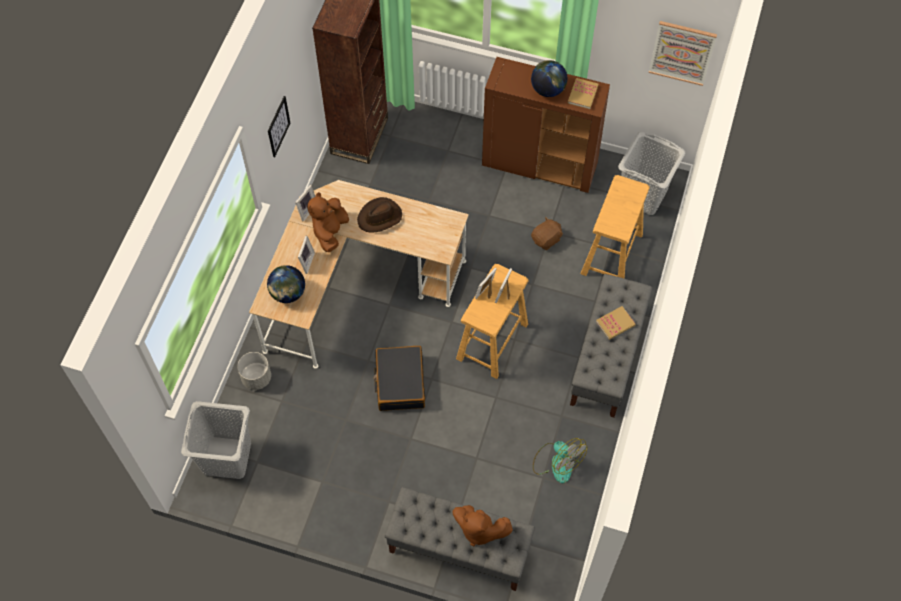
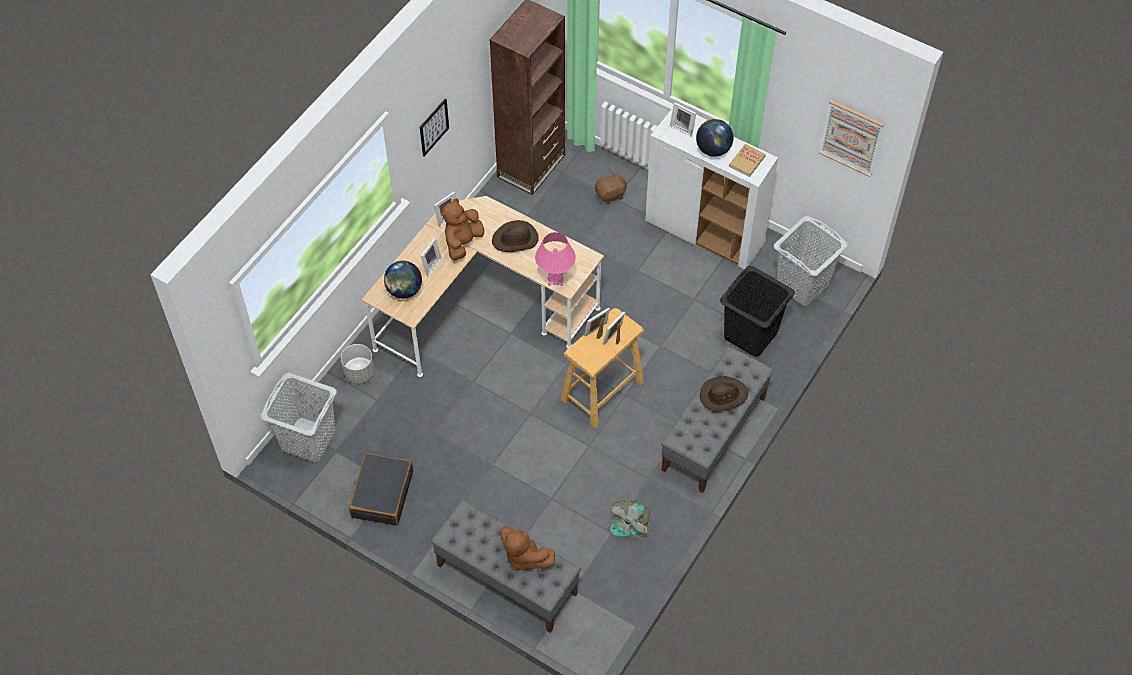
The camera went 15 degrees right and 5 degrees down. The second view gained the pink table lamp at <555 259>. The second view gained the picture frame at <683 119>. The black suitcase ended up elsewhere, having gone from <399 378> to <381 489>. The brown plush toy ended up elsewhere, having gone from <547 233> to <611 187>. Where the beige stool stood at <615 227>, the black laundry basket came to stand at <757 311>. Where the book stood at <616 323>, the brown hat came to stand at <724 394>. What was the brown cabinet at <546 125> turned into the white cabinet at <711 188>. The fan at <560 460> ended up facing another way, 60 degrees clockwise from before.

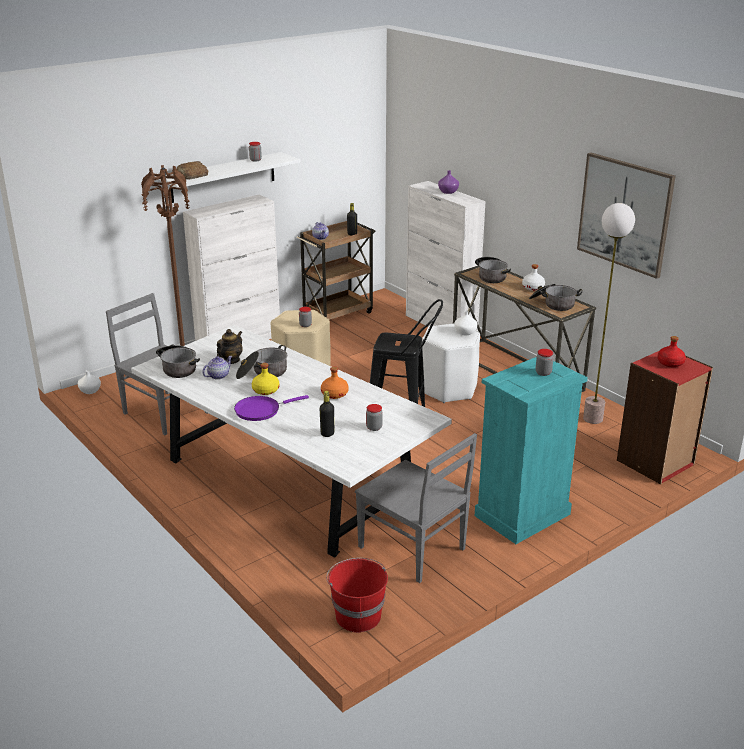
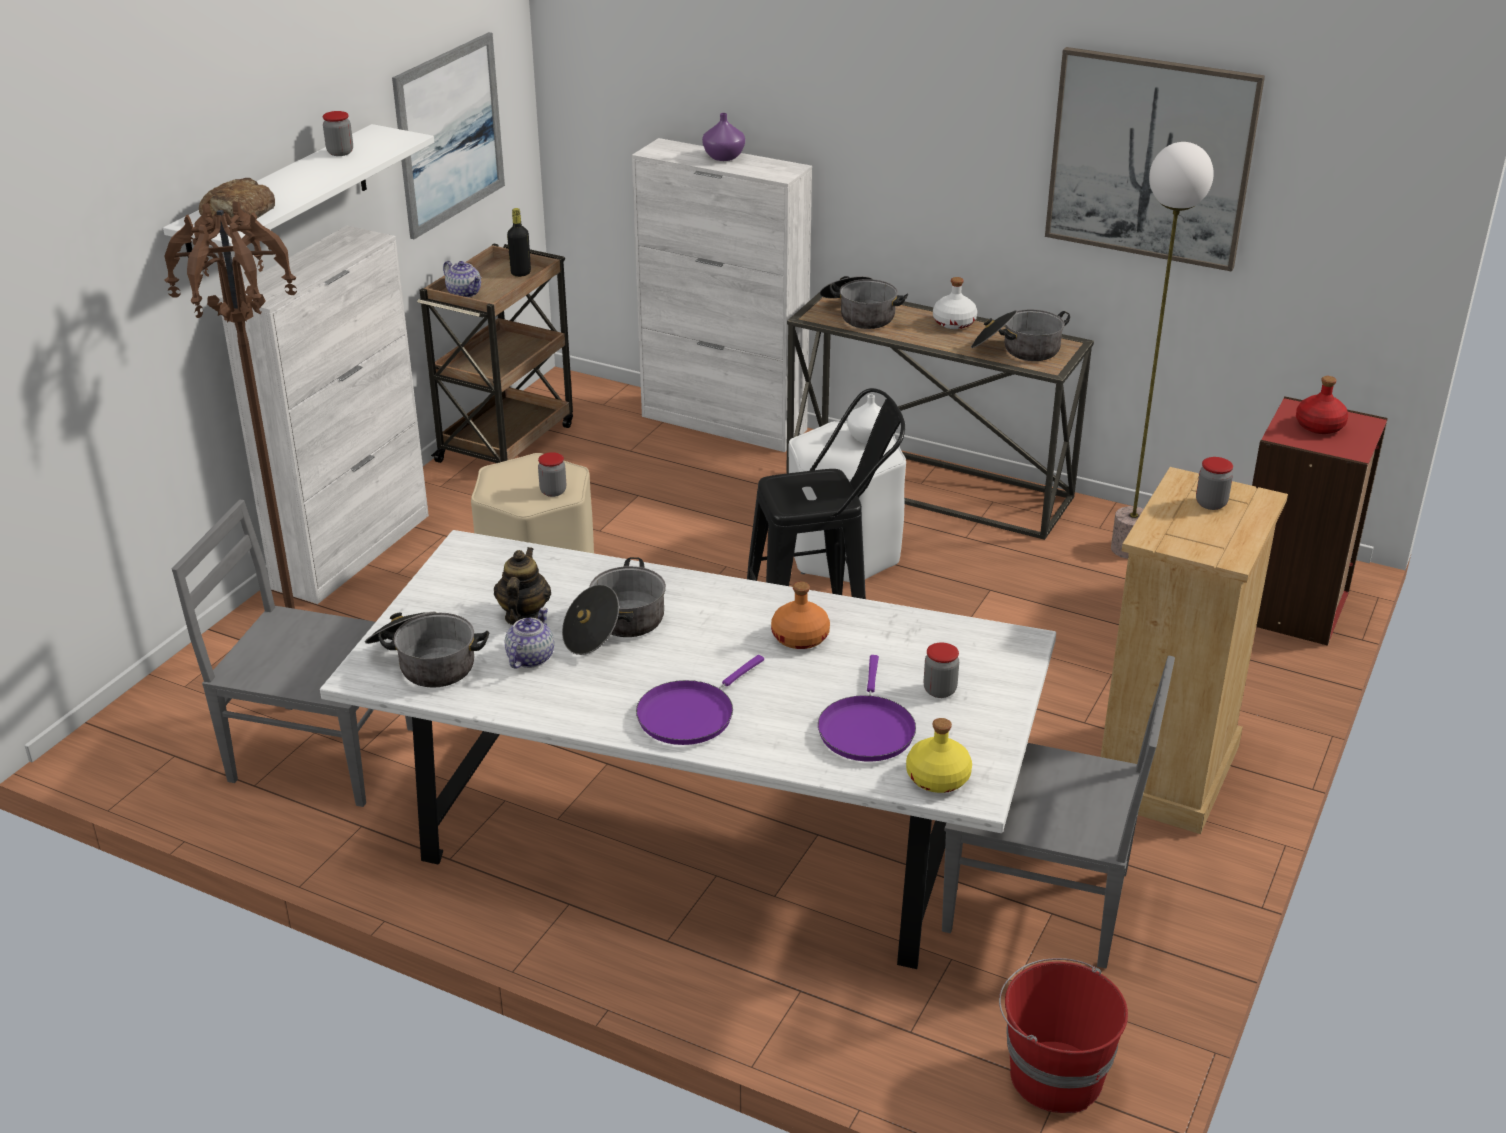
The camera went 25 degrees left and 5 degrees up. The second view lost the white vase at <89 382>. The second view gained the picture at <448 135>. The yellow bottle ended up elsewhere, having gone from <265 379> to <939 755>. Where the black bottle stood at <327 414>, the purple frying pan came to stand at <867 708>. What was the turquoise dresser at <531 450> turned into the beige dresser at <1194 650>.

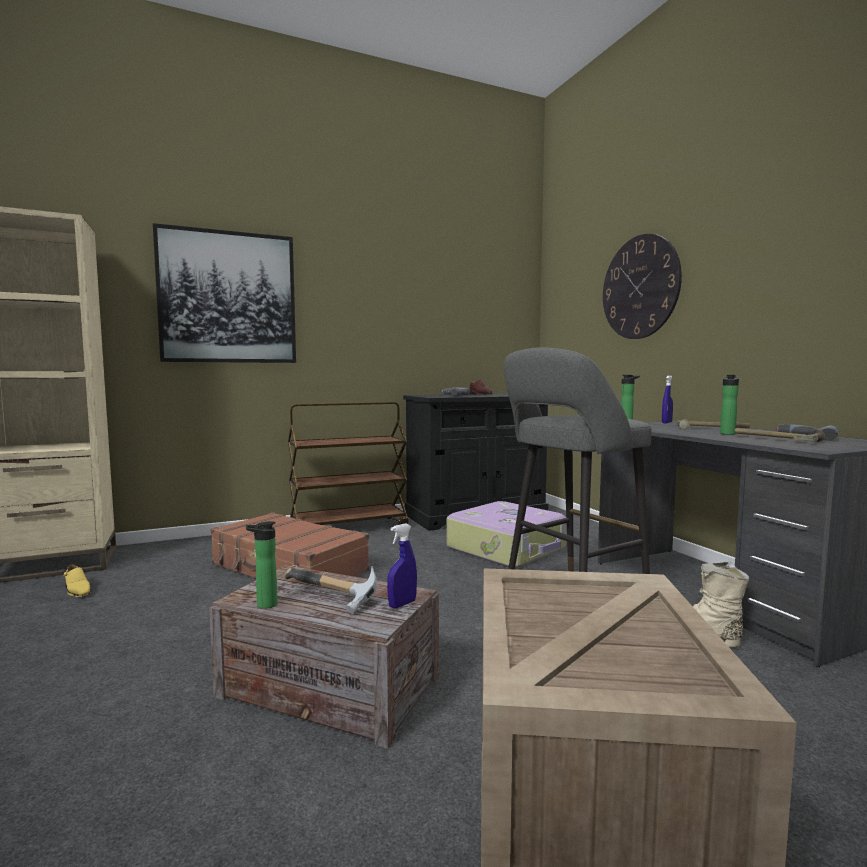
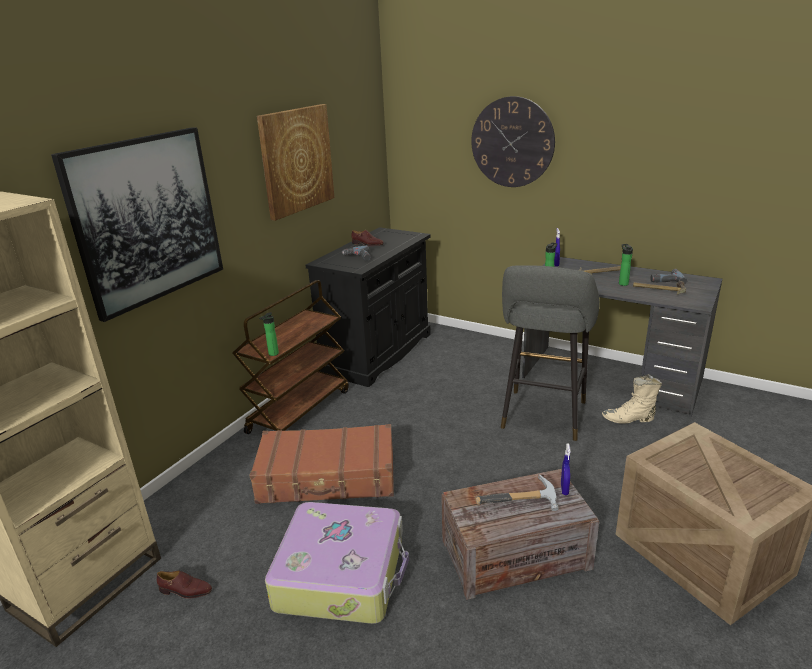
The camera went 35 degrees left and 20 degrees up. The second view gained the picture at <296 162>. The bottle ended up elsewhere, having gone from <261 565> to <269 334>. The suitcase ended up elsewhere, having gone from <507 534> to <337 563>. What was the yellow shoe at <77 580> turned into the brown shoe at <184 584>.

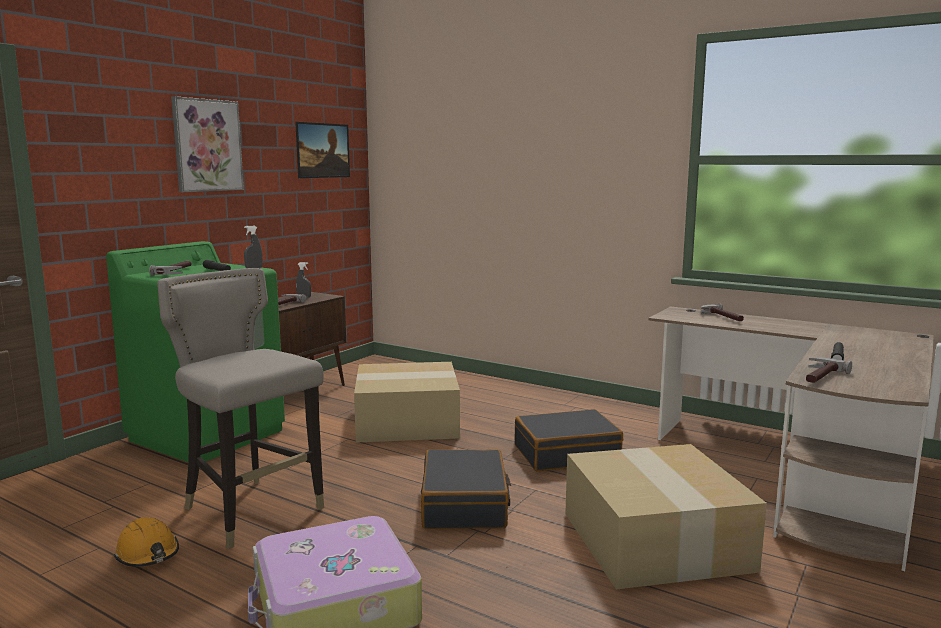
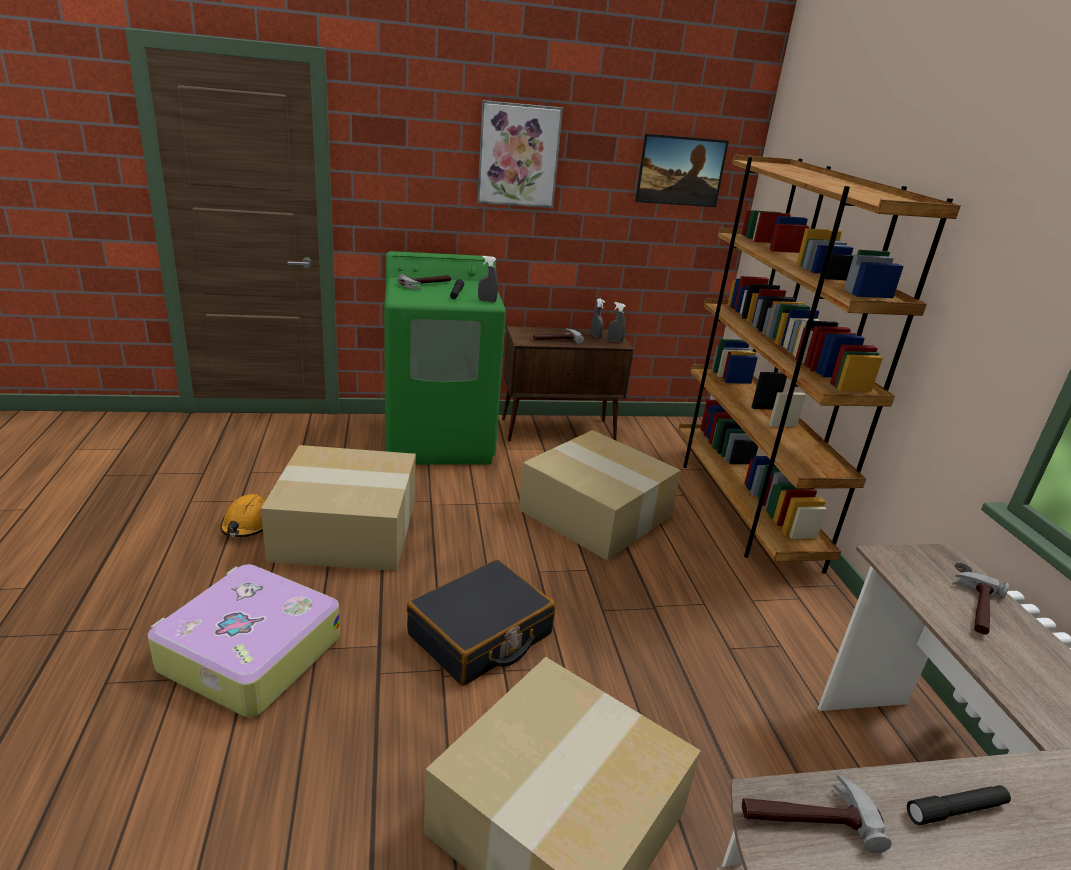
The camera went 45 degrees right and 15 degrees up. The second view lost the black suitcase at <568 440>. The second view gained the grey spray bottle at <617 322>. The second view gained the brown bookcase at <819 364>. Where the grey stool stood at <240 408>, the cardboard box came to stand at <338 508>.

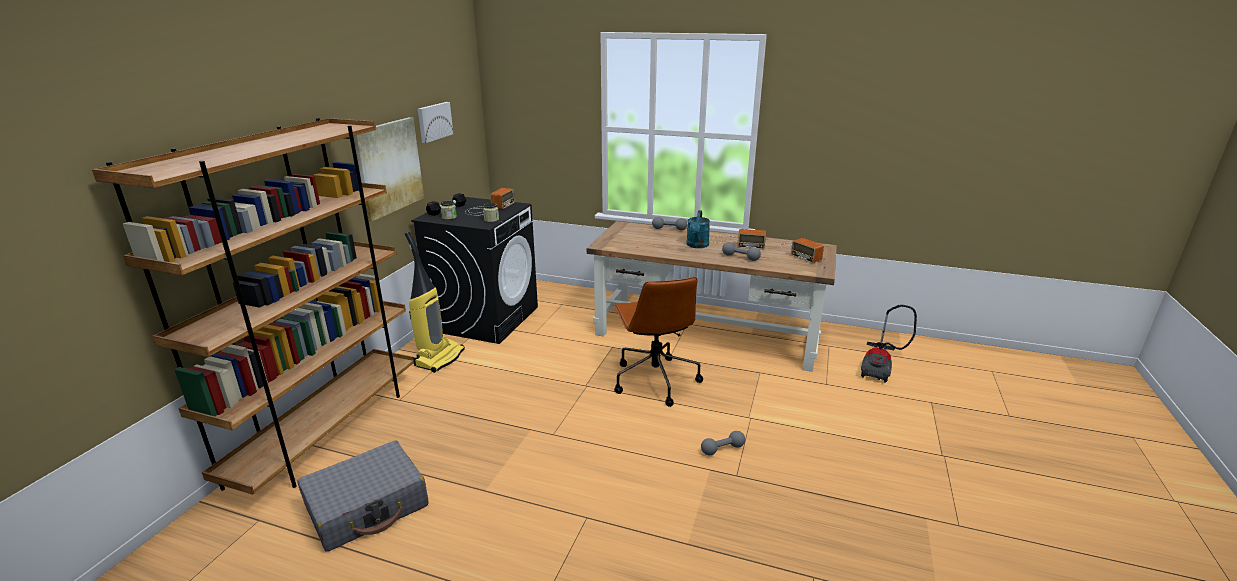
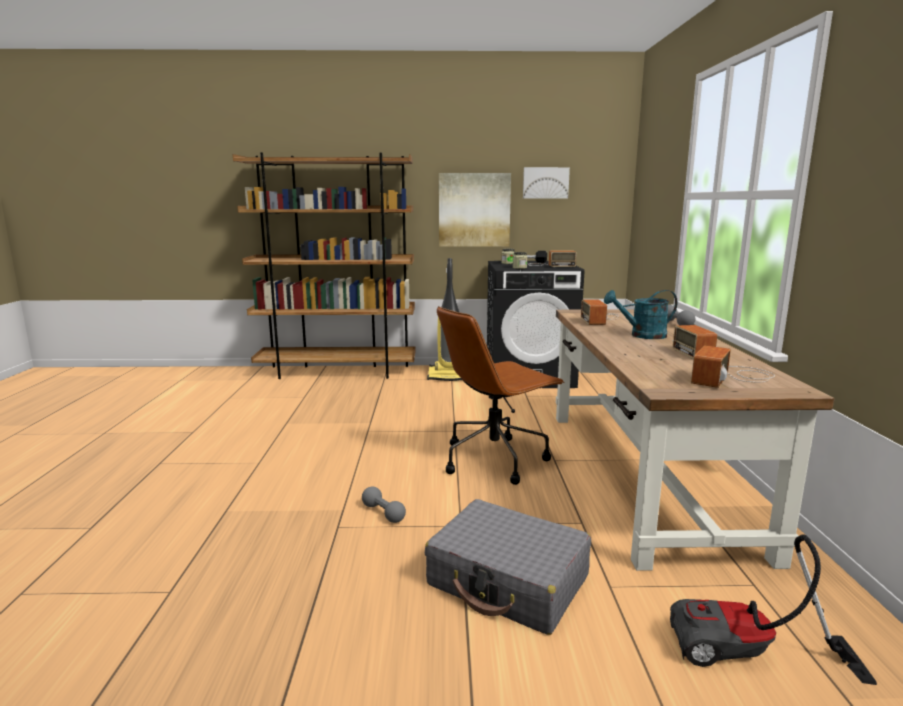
The camera went 70 degrees right and 10 degrees down. The second view lost the grey dumbbell at <741 251>. The second view gained the radio at <600 312>. The grey suitcase ended up elsewhere, having gone from <363 496> to <508 567>.

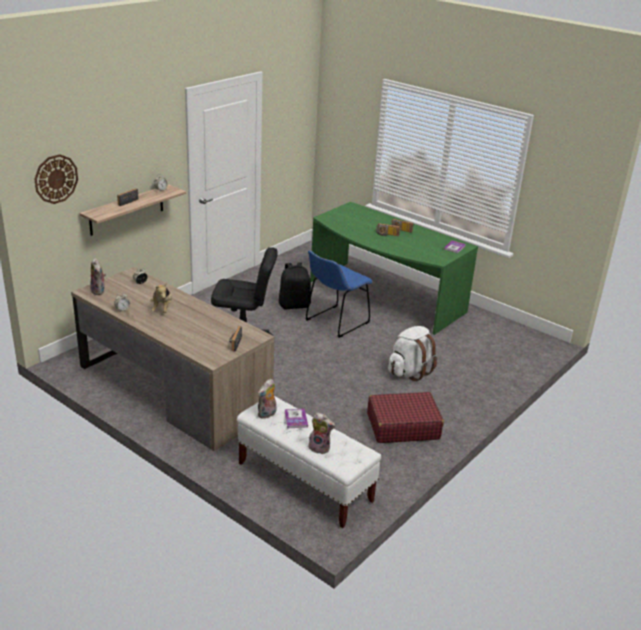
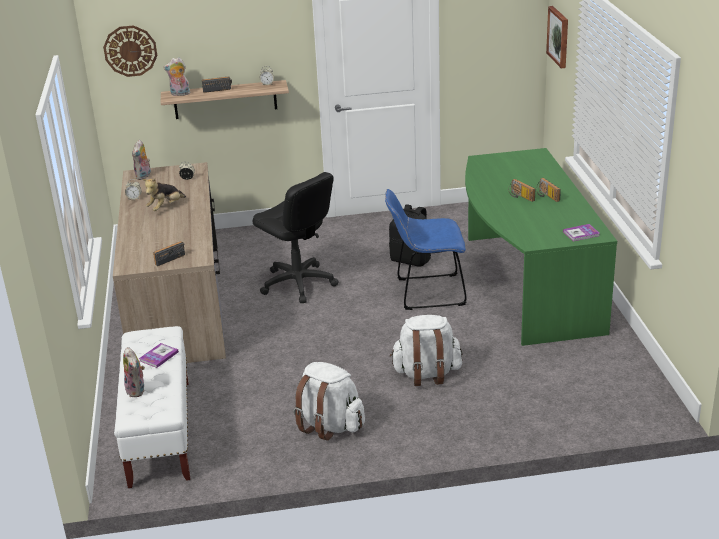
The camera went 45 degrees right and 0 degrees up. The second view gained the picture at <557 37>. The plush toy ended up elsewhere, having gone from <267 399> to <177 76>. Where the red suitcase stood at <405 417>, the white backpack came to stand at <329 401>.

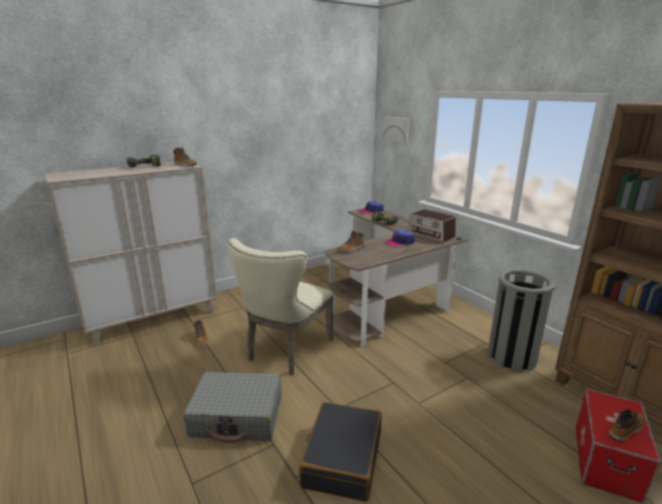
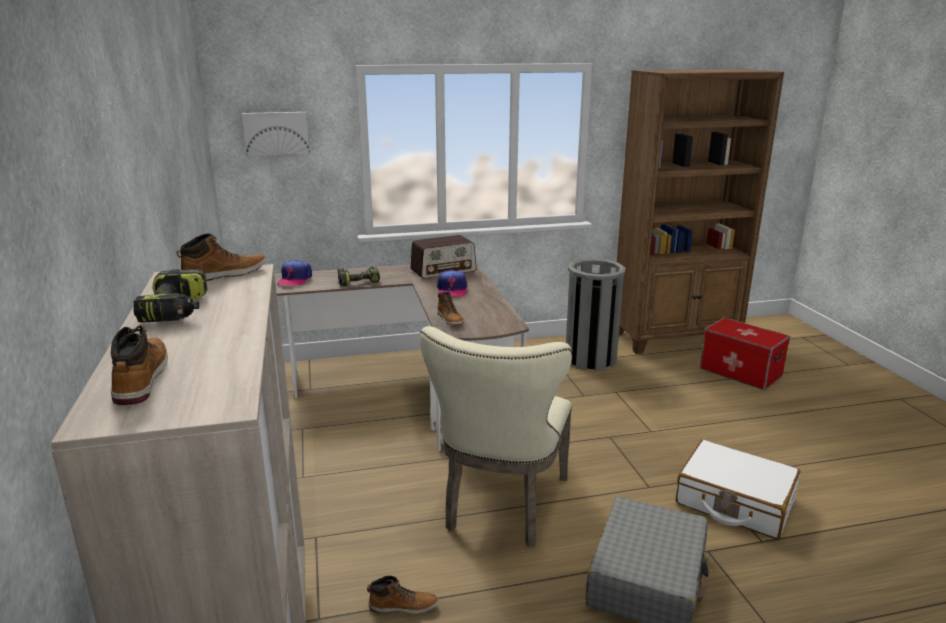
The camera went 70 degrees left and 0 degrees up. The boot ended up elsewhere, having gone from <627 426> to <139 365>. What was the black suitcase at <340 452> turned into the white suitcase at <738 489>. The beige chair at <281 306> ended up facing another way, 60 degrees clockwise from before.

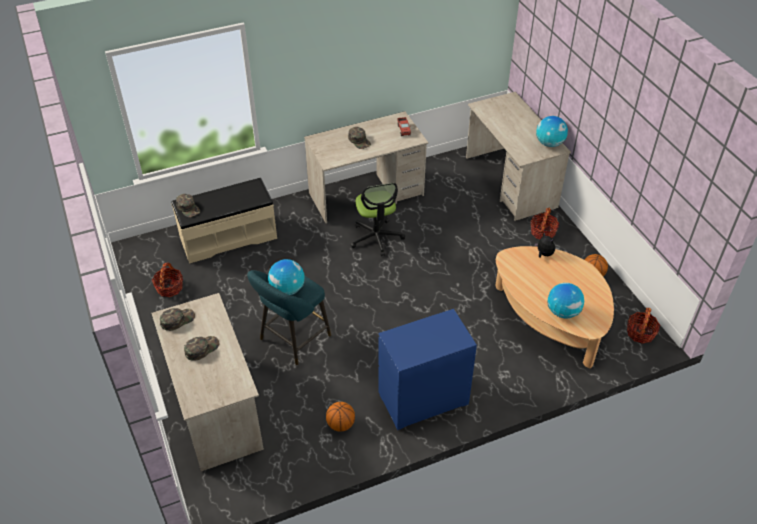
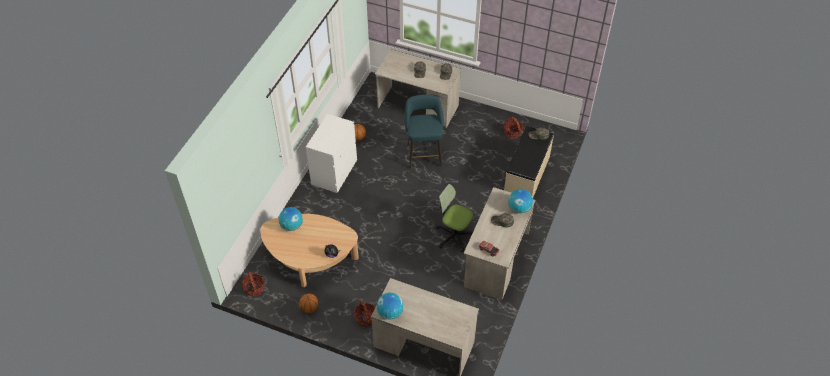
The camera went 135 degrees right and 5 degrees up. The globe ended up elsewhere, having gone from <286 277> to <520 201>. What was the blue dresser at <427 369> turned into the white dresser at <331 153>.

